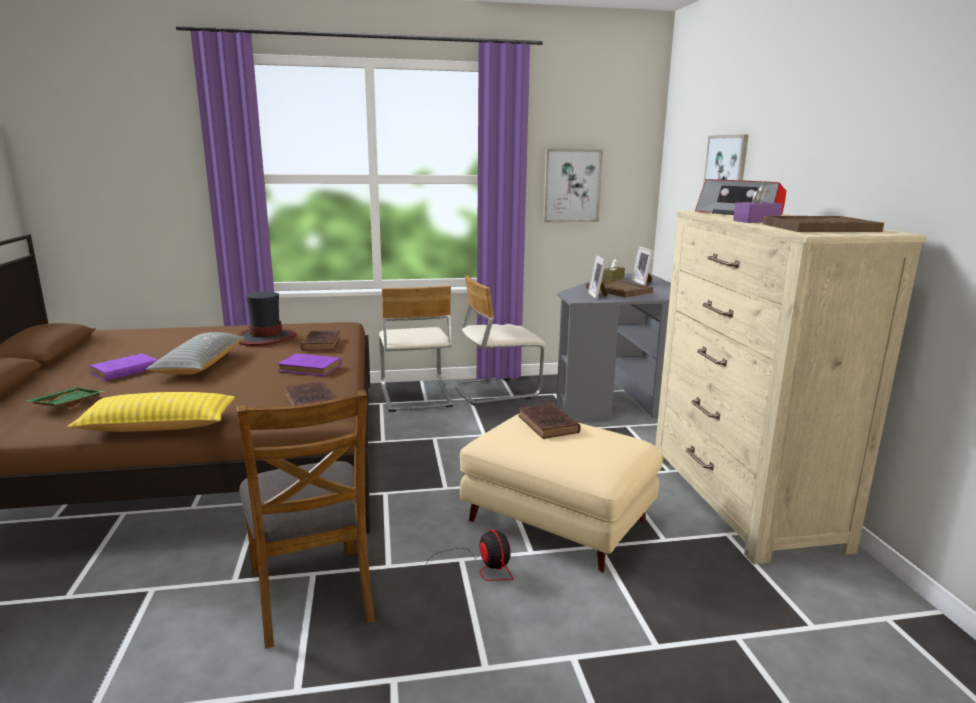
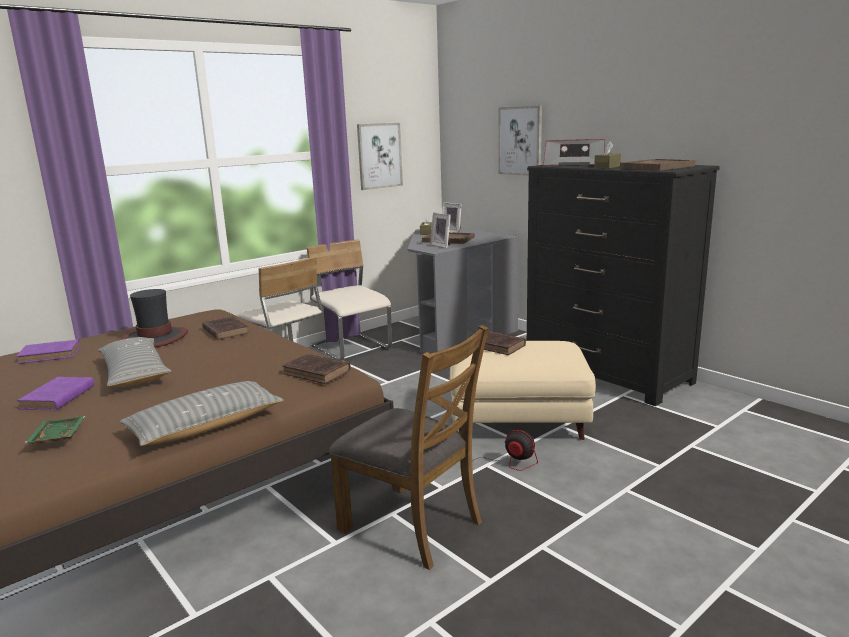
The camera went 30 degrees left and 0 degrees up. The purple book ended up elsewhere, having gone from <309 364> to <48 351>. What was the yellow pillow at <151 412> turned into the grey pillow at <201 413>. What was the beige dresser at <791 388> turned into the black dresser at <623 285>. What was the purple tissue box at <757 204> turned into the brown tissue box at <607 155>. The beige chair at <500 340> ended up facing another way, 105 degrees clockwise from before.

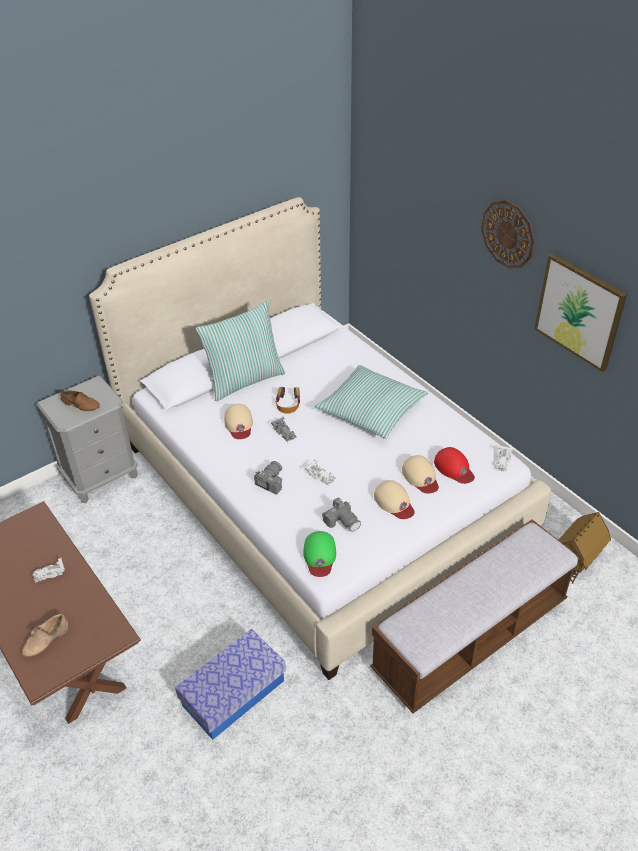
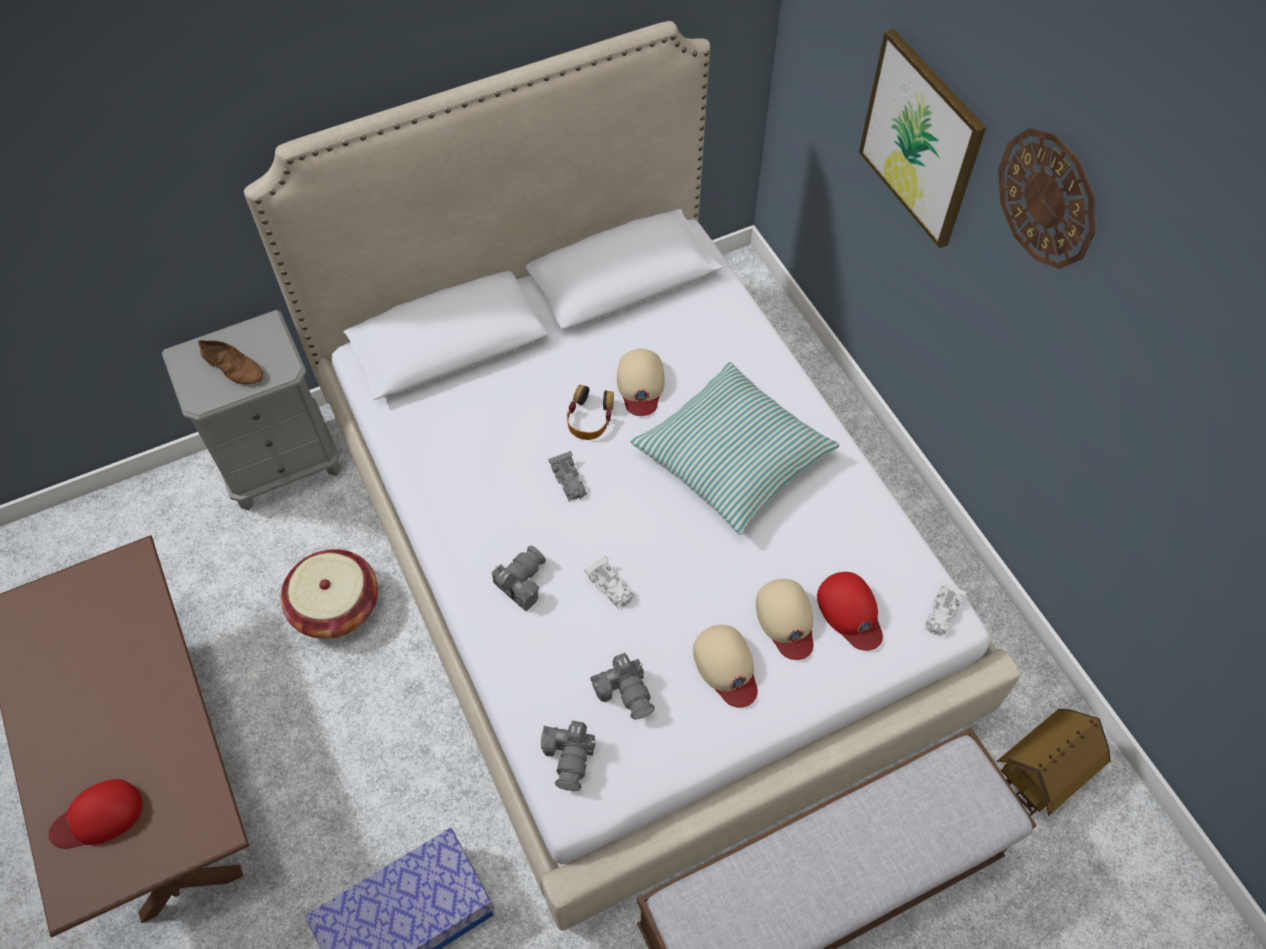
The camera went 10 degrees right and 15 degrees up. The second view lost the white toy car at <49 570>. The second view lost the pillow at <240 351>. The second view gained the basket at <329 594>. The beige cap ended up elsewhere, having gone from <238 421> to <641 382>. The picture ended up elsewhere, having gone from <580 312> to <922 138>. Where the beige shoe stood at <45 635>, the red cap came to stand at <95 814>. Where the green cap stood at <319 554>, the photo camera came to stand at <568 755>.

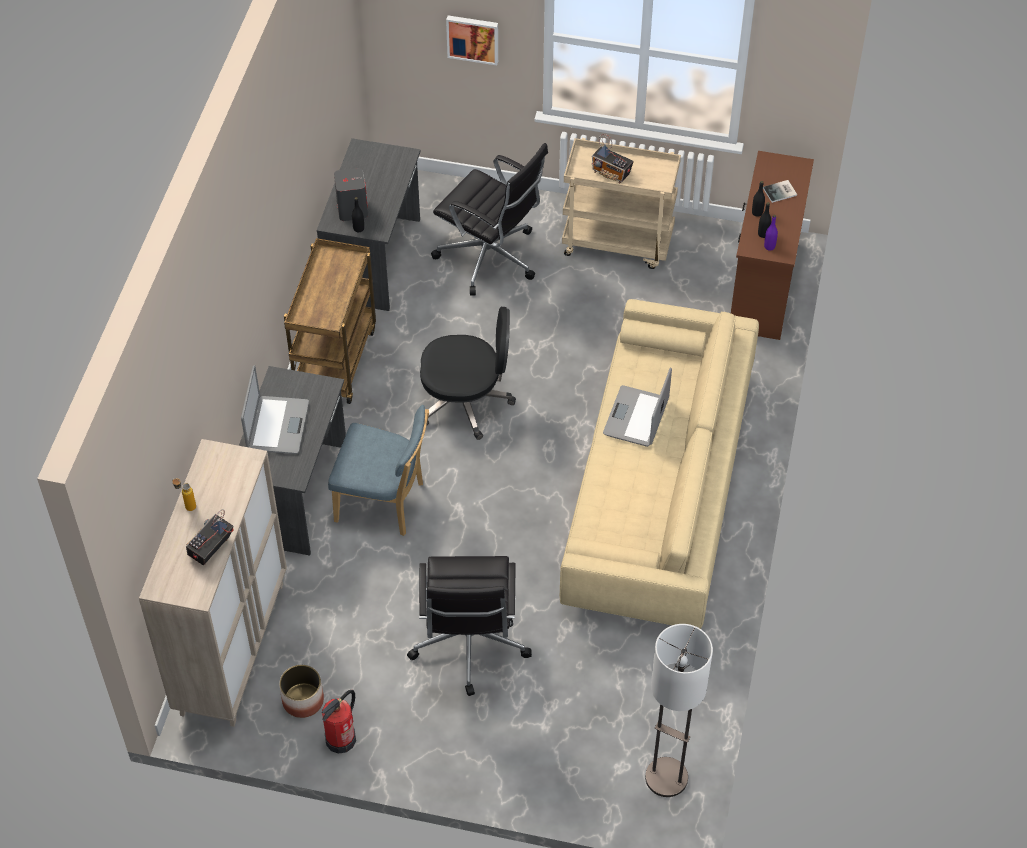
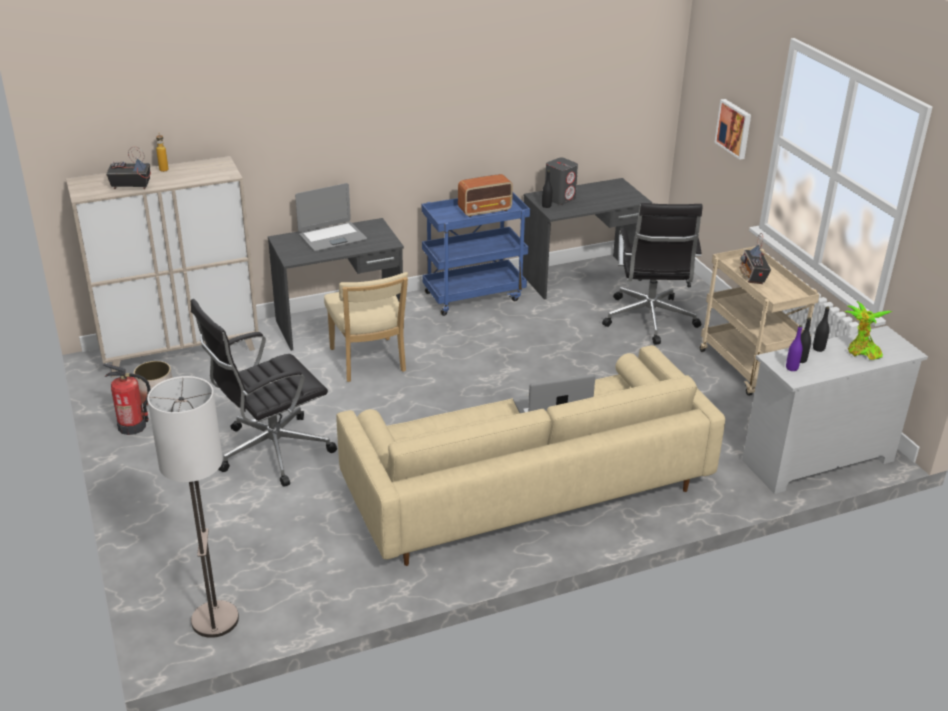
The camera went 55 degrees right and 20 degrees down. The second view lost the black office chair at <468 373>. The second view gained the radio at <485 195>. Where the book stood at <780 191>, the potted plant came to stand at <868 330>. What was the brown cart at <330 321> turned into the blue cart at <476 254>. What was the blue chair at <378 470> turned into the beige chair at <366 327>. What was the brown dresser at <772 245> turned into the white dresser at <835 410>.

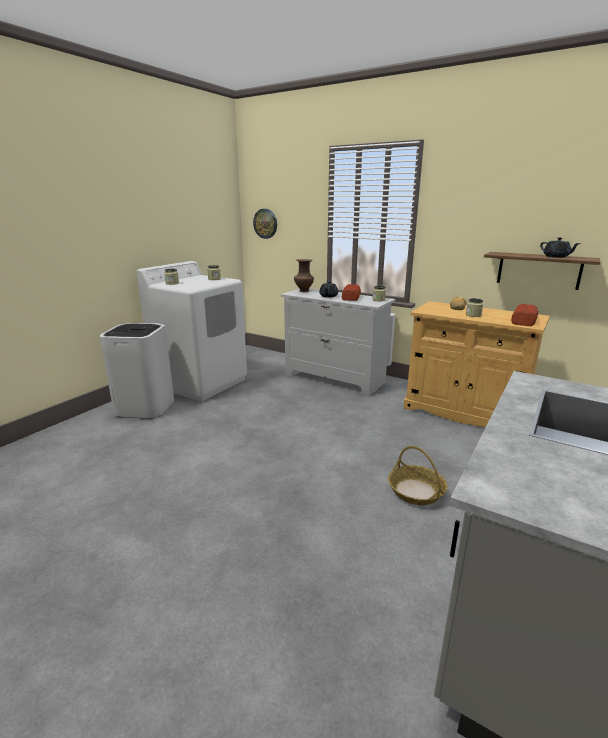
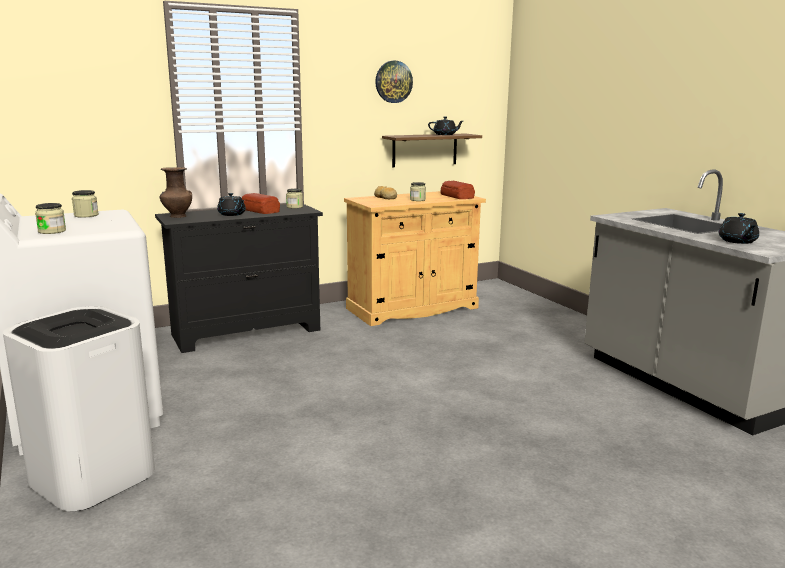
The camera went 60 degrees left and 5 degrees down. The second view lost the basket at <418 475>. The second view gained the black teapot at <739 228>. The wall clock ended up elsewhere, having gone from <265 224> to <394 82>. What was the white dresser at <338 342> turned into the black dresser at <239 278>.

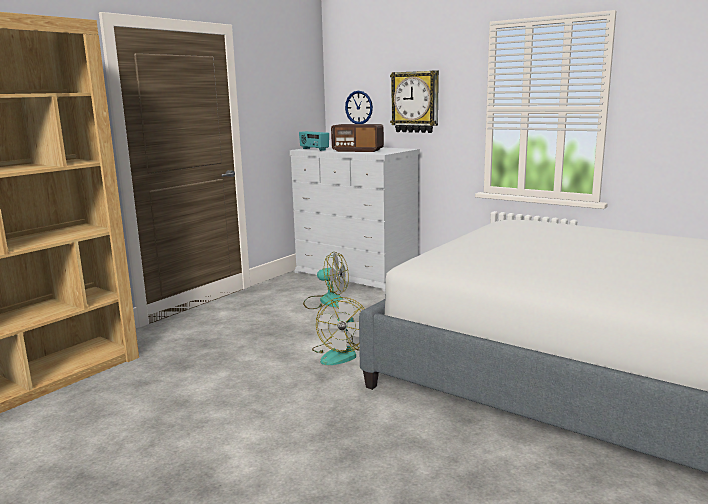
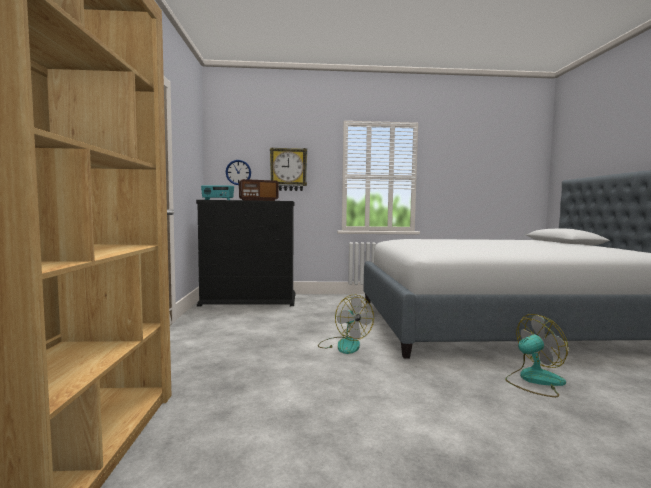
The camera went 40 degrees left and 10 degrees down. The fan ended up elsewhere, having gone from <326 280> to <536 355>. What was the white dresser at <355 218> turned into the black dresser at <245 253>.

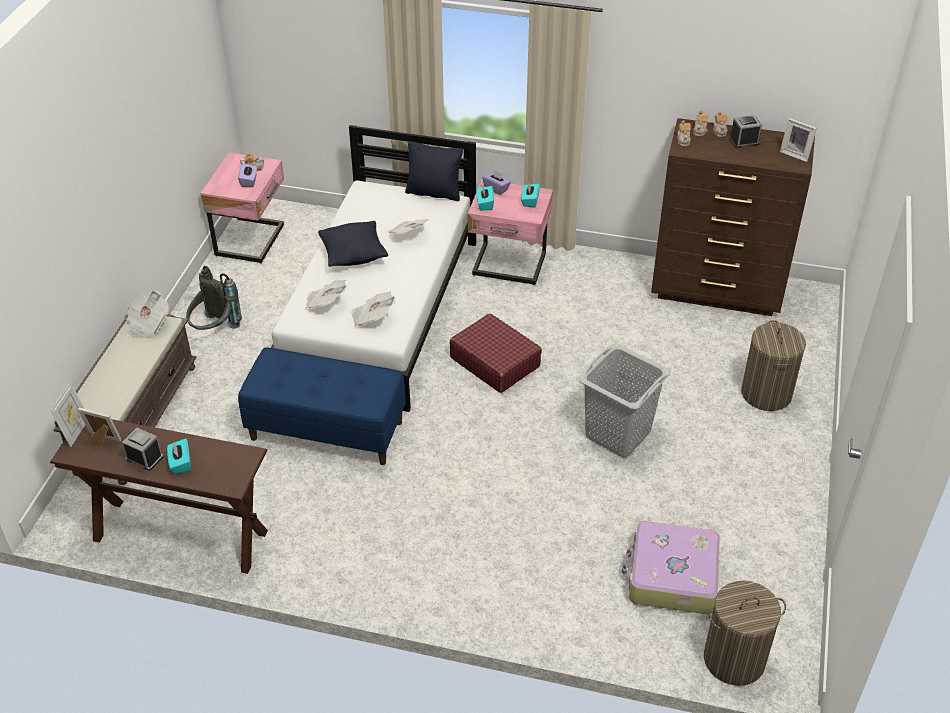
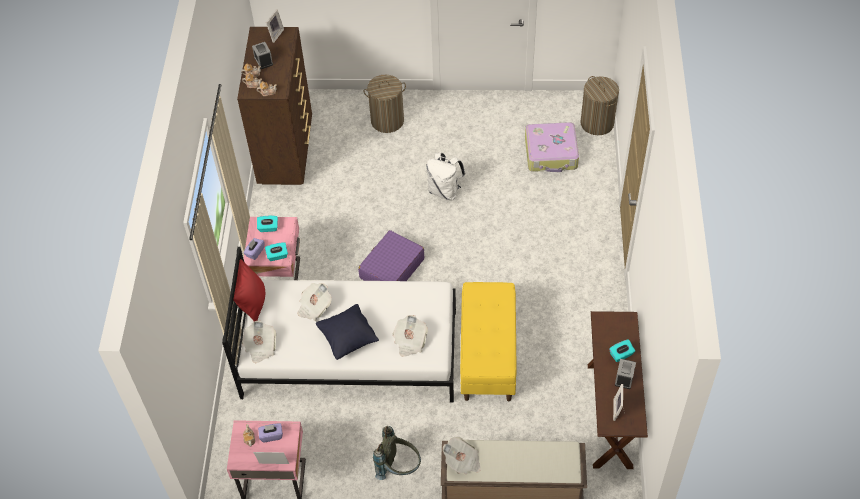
The camera went 100 degrees left and 10 degrees up. The picture frame ended up elsewhere, having gone from <67 414> to <271 458>. The newspaper ended up elsewhere, having gone from <373 308> to <259 341>. Where the grey laundry basket stood at <624 401>, the white backpack came to stand at <445 176>. What was the blue bench at <322 406> turned into the yellow bench at <488 341>. What was the black pillow at <434 171> turned into the red pillow at <249 290>. What was the red suitcase at <496 353> turned into the purple suitcase at <391 255>.

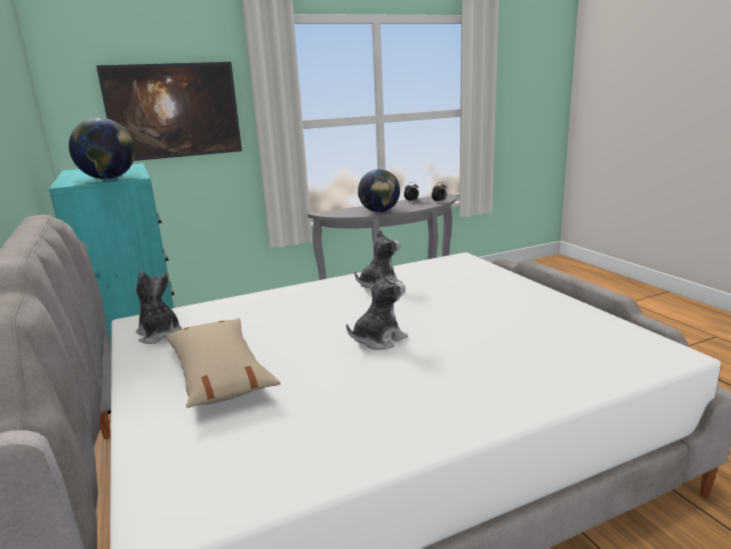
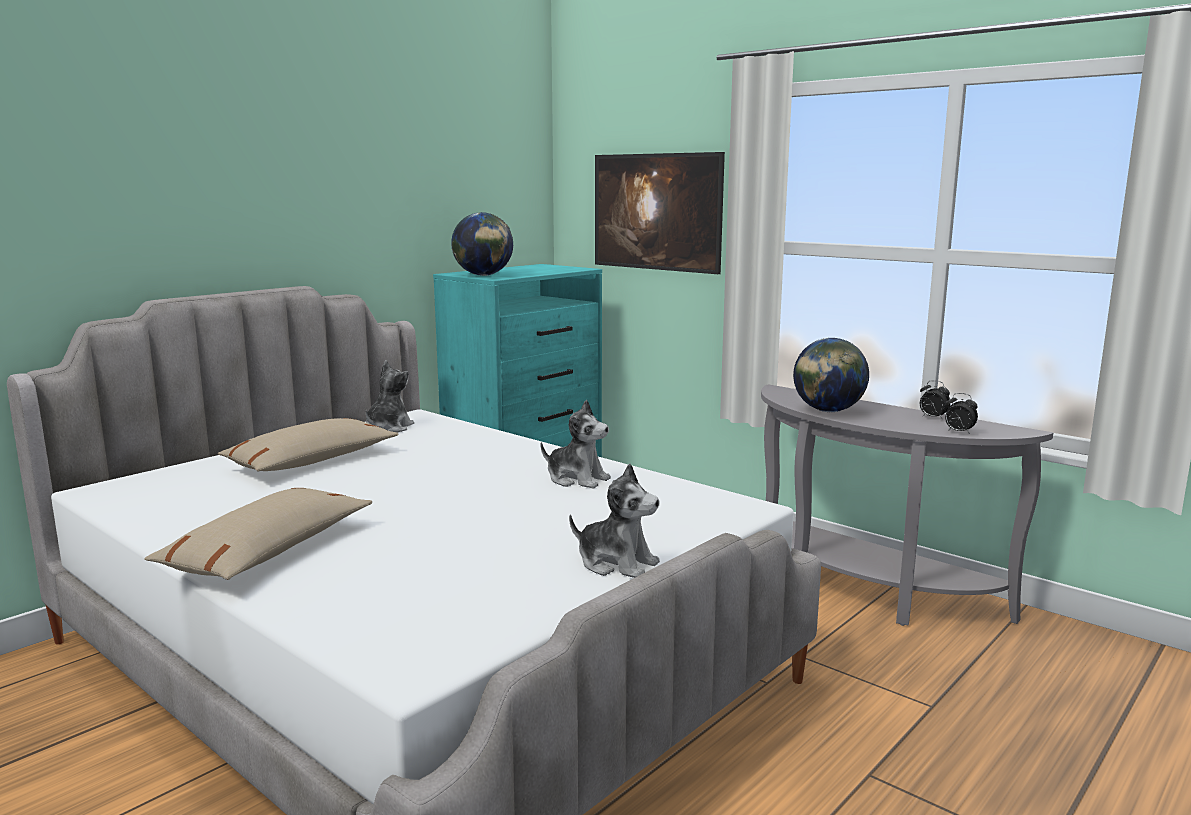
The camera went 65 degrees right and 5 degrees down. The second view gained the beige pillow at <258 534>. The plush toy ended up elsewhere, having gone from <377 309> to <614 521>.

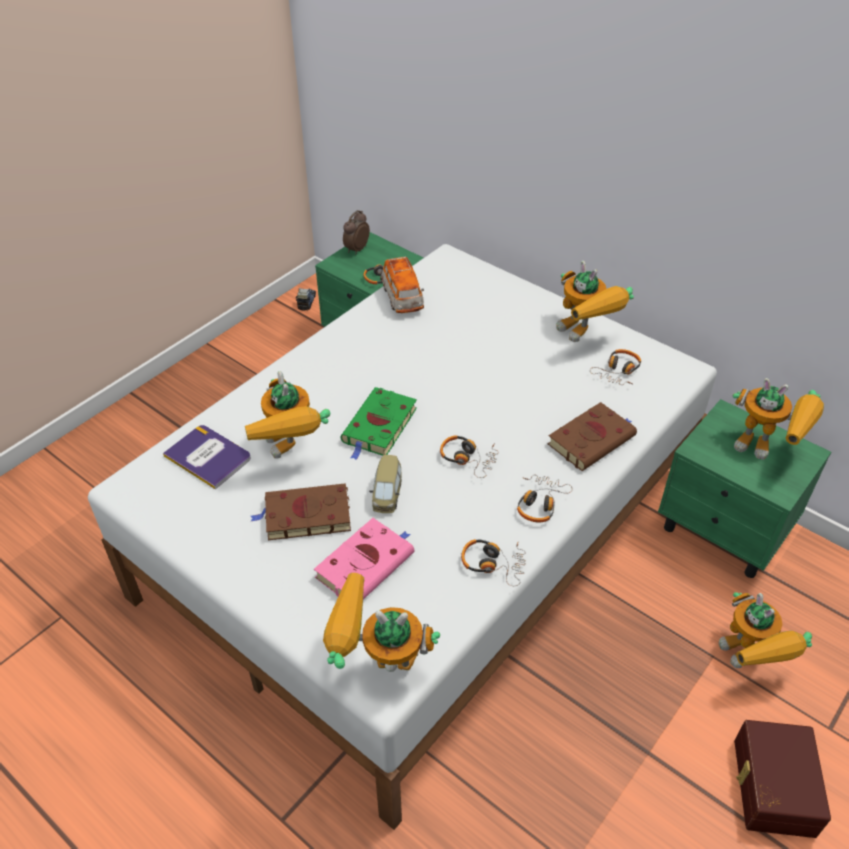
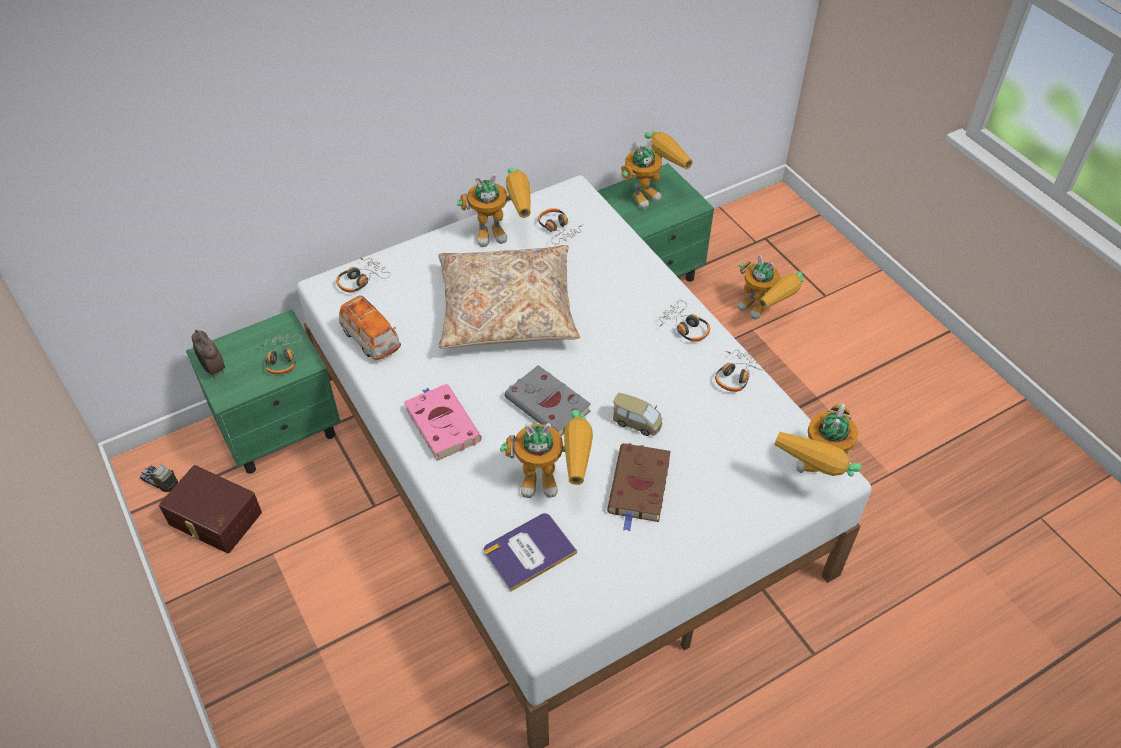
The camera went 70 degrees left and 5 degrees up. The second view lost the brown book at <592 436>. The second view gained the beige pillow at <509 297>. The pink book ended up elsewhere, having gone from <364 558> to <443 422>. The headphones ended up elsewhere, having gone from <469 456> to <363 274>. The brown storage box ended up elsewhere, having gone from <782 779> to <210 509>. What was the green book at <379 423> turned into the grey book at <548 400>. The toy car at <402 285> ended up facing another way, 45 degrees clockwise from before. The toy robot at <765 630> ended up facing another way, 45 degrees clockwise from before.

